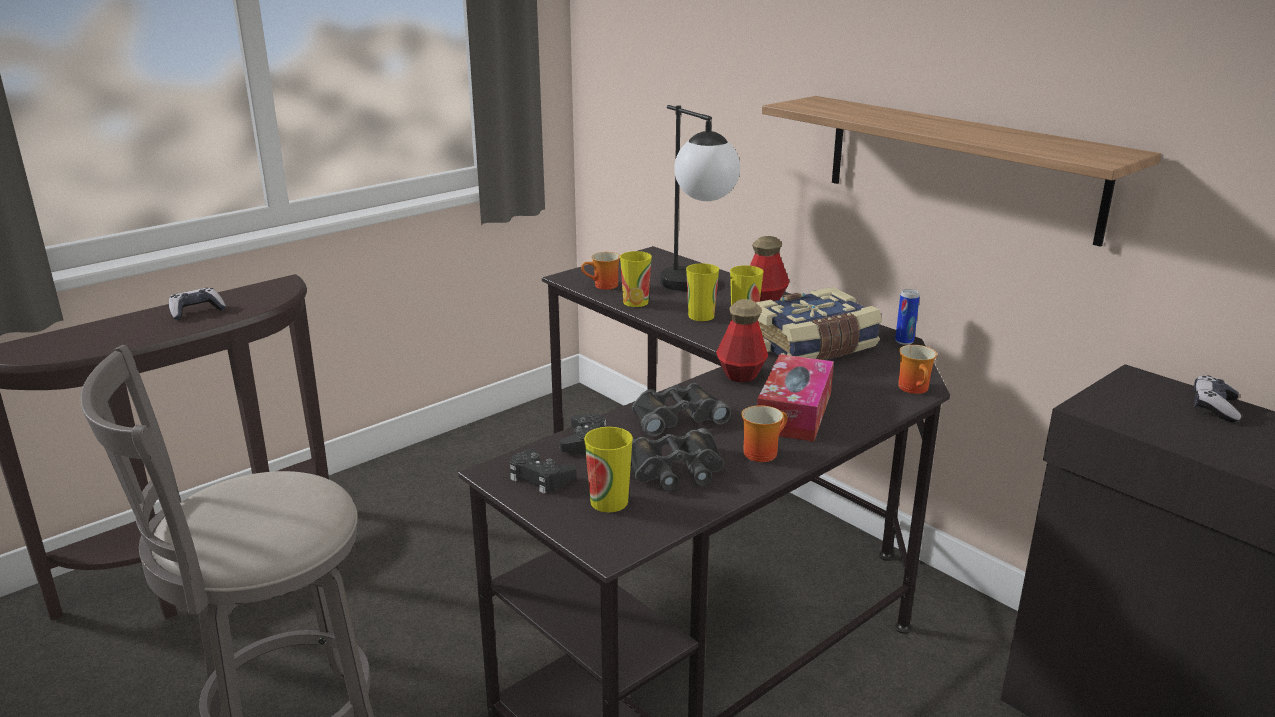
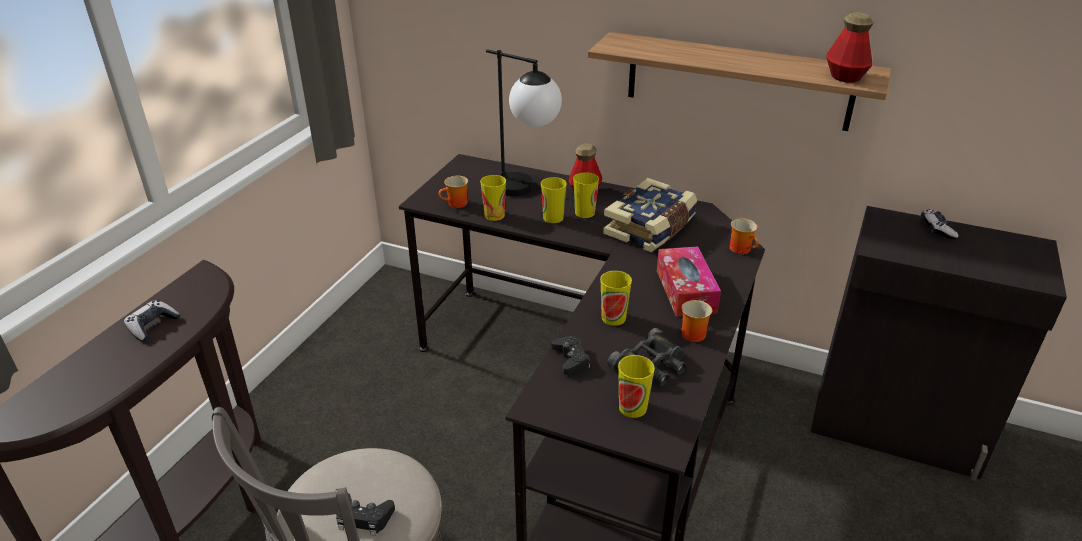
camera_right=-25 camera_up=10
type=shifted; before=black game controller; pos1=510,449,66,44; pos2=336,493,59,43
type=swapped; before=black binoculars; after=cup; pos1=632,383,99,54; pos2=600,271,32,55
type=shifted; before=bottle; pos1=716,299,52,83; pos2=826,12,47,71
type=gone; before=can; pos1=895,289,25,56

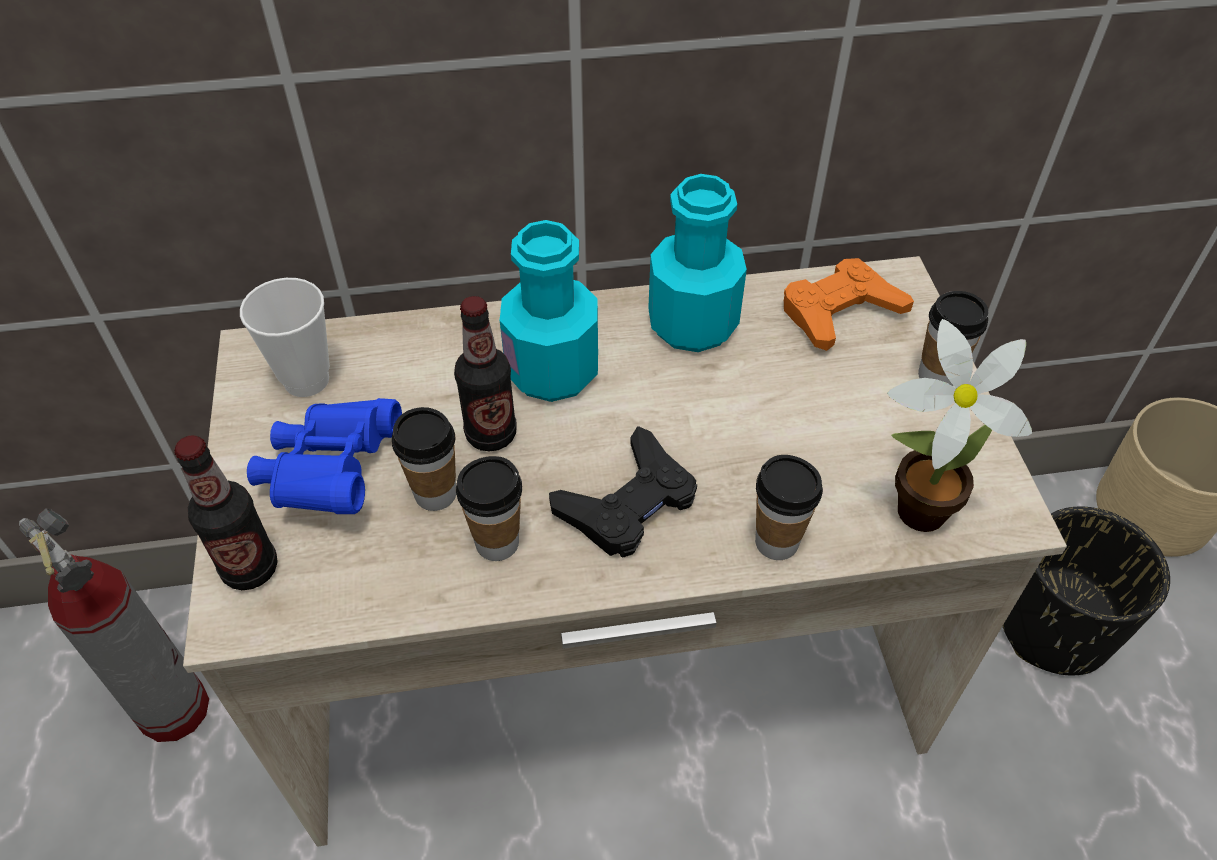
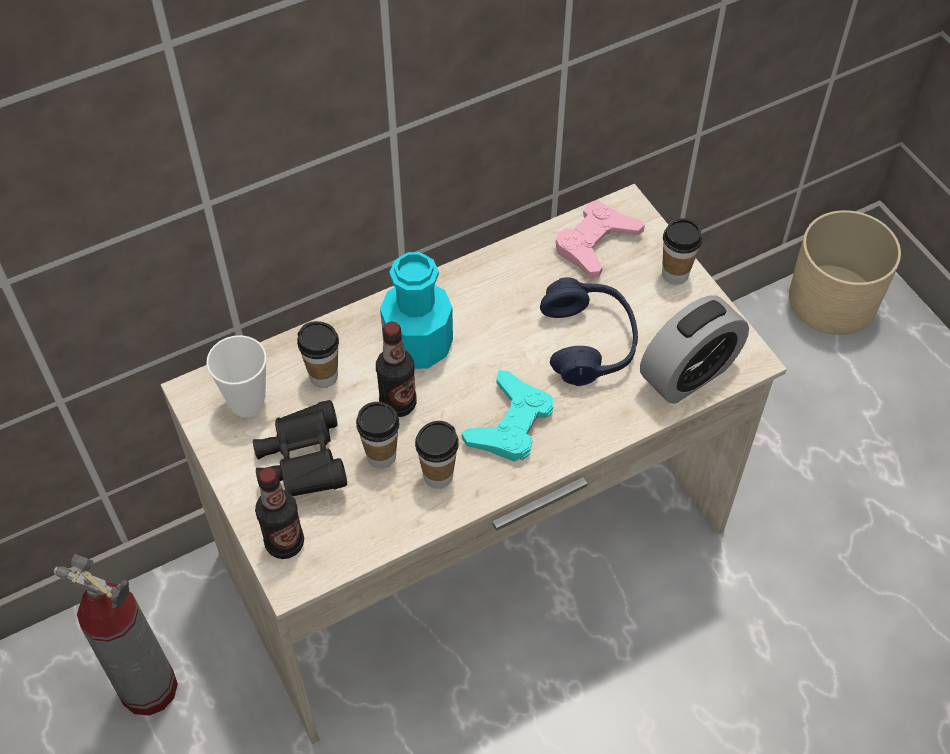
camera_right=-20 camera_up=5
type=repainted; before=blue binoculars; after=black binoculars; pos1=247,398,155,116; pos2=253,400,94,96
type=repainted; before=black game controller; after=turquoise game controller; pos1=549,426,148,132; pos2=462,370,91,92
type=gone; before=turquoise bottle; pos1=648,174,99,178
type=shifted; before=cup; pos1=755,455,68,105; pos2=297,321,42,67
type=repainted; before=orange game controller; after=pink game controller; pos1=784,258,130,93; pos2=555,201,90,76
type=swapped; before=potted plant; after=alarm clock; pos1=887,319,145,213; pos2=640,295,109,109
type=gone; before=black planter; pos1=1003,506,167,169
type=new; after=blue headphones; pos2=540,277,98,109

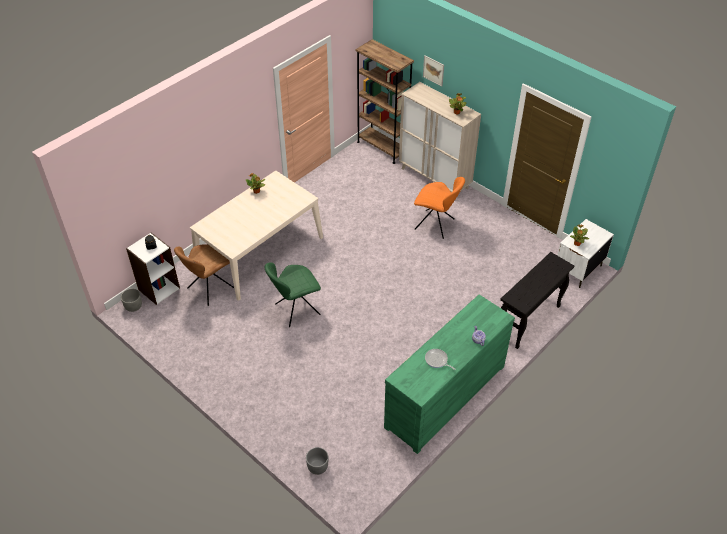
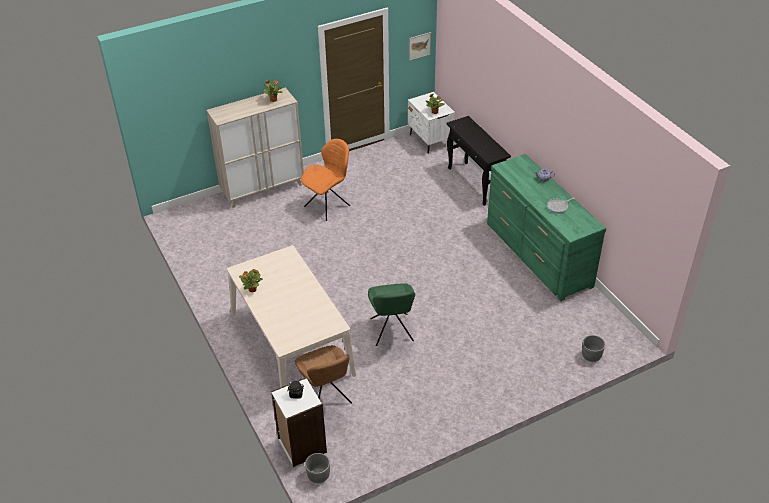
camera_right=-70 camera_up=-5
type=gone; before=brown bookcase; pos1=356,39,58,125
type=shifted; before=picture; pos1=423,56,21,31; pos2=409,32,22,29

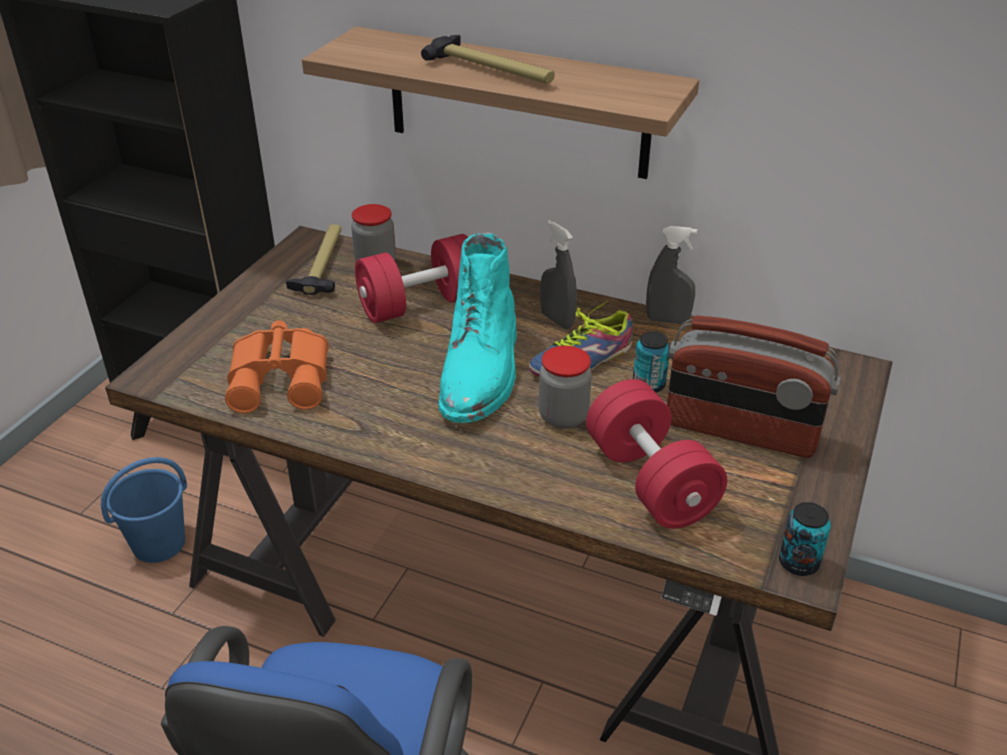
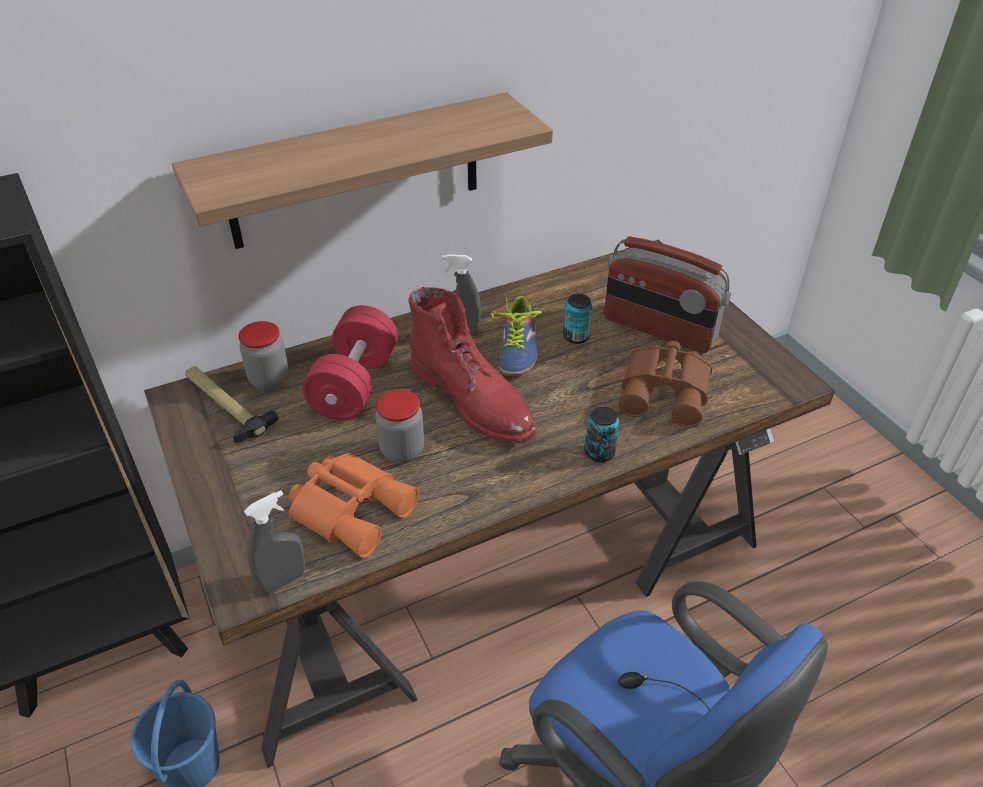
camera_right=-50 camera_up=5
type=gone; before=hammer; pos1=421,35,134,49
type=repainted; before=turquoise boot; after=red boot; pos1=438,232,79,191; pos2=409,287,128,157
type=shifted; before=jar; pos1=539,346,53,83; pos2=375,389,49,74
type=swapped; before=red dumbbell; after=brown binoculars; pos1=586,379,141,150; pos2=619,341,93,87
type=shifted; before=grey spray bottle; pos1=646,226,51,98; pos2=244,490,61,104
type=rotated; before=radio; pos1=667,315,174,143; pos2=604,236,127,117; turn=60
type=shifted; before=can; pos1=779,502,52,74; pos2=584,406,35,56

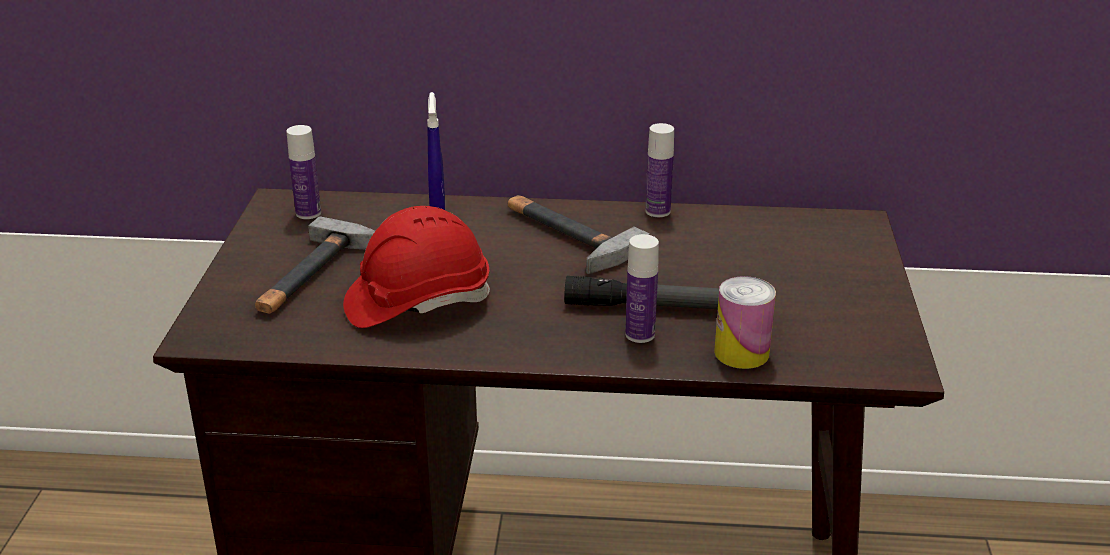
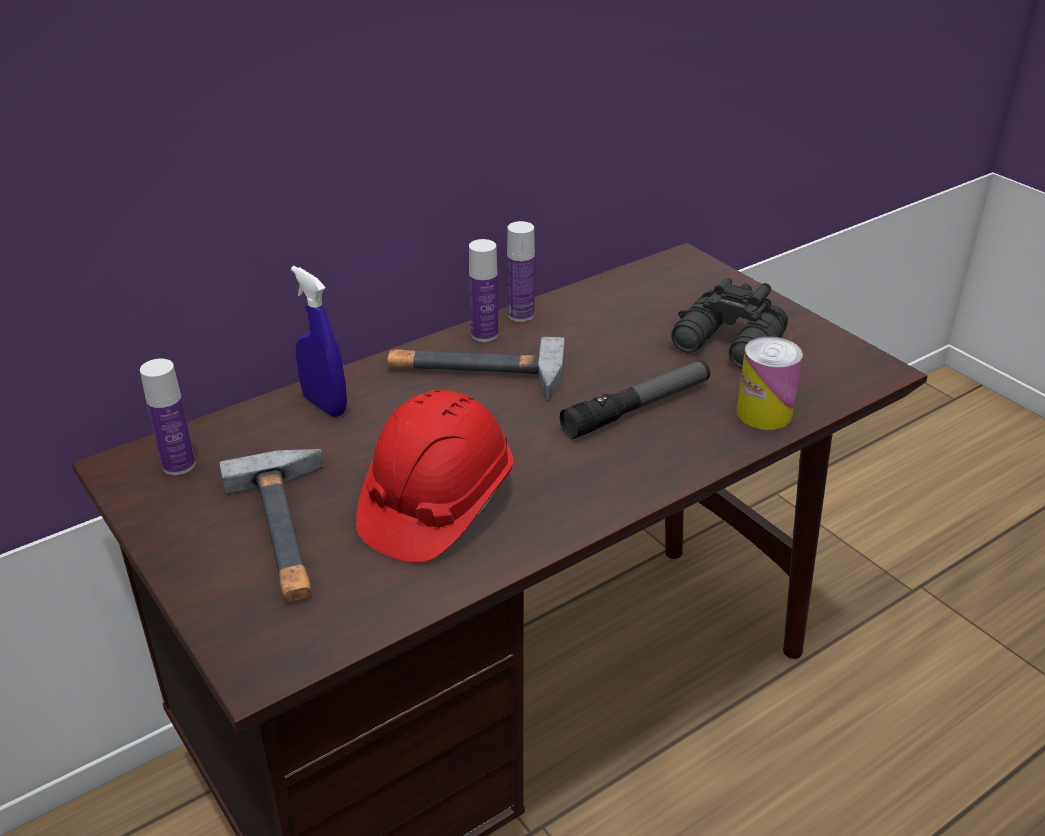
camera_right=-40 camera_up=5
type=shifted; before=bottle; pos1=625,234,34,109; pos2=469,239,29,103
type=new; after=black binoculars; pos2=671,278,117,91

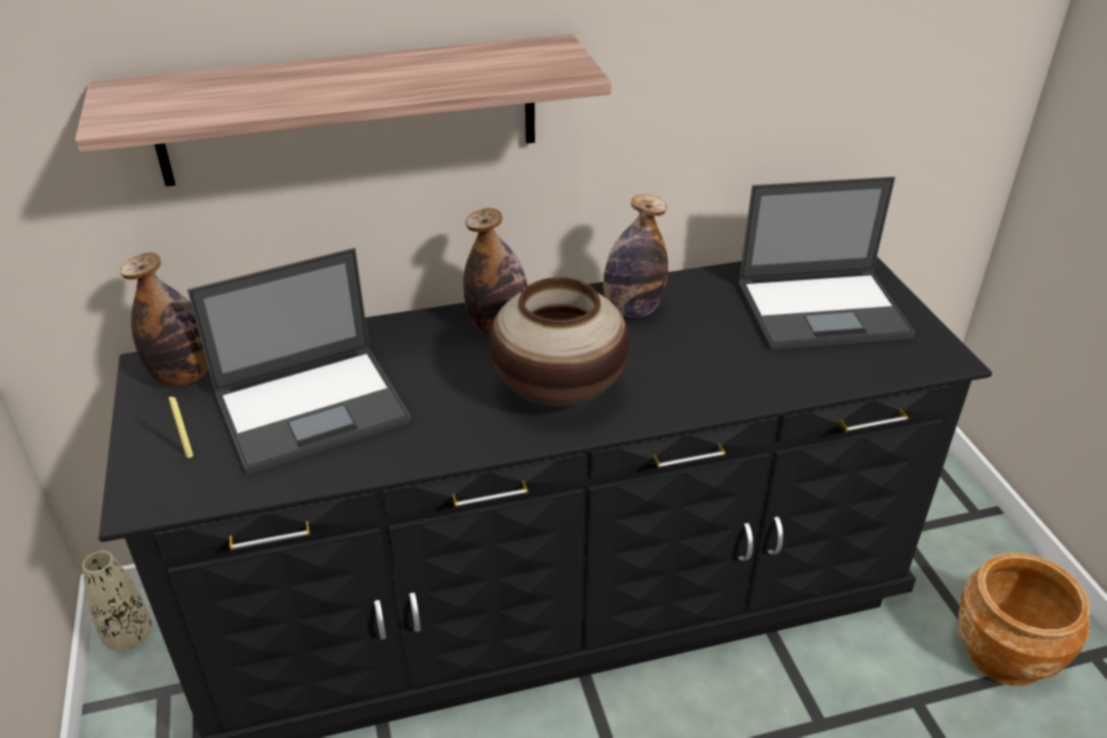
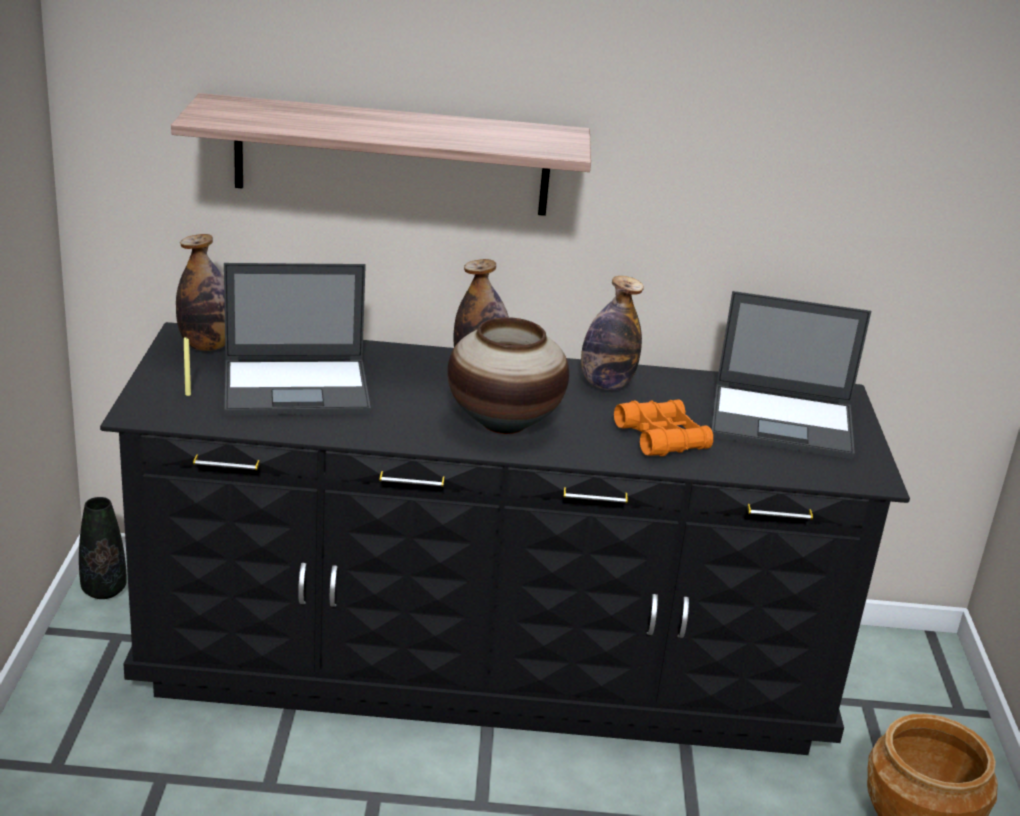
camera_right=15 camera_up=-10
type=repainted; before=beige vase; after=black vase; pos1=82,551,69,100; pos2=79,497,48,102
type=new; after=orange binoculars; pos2=614,399,99,57

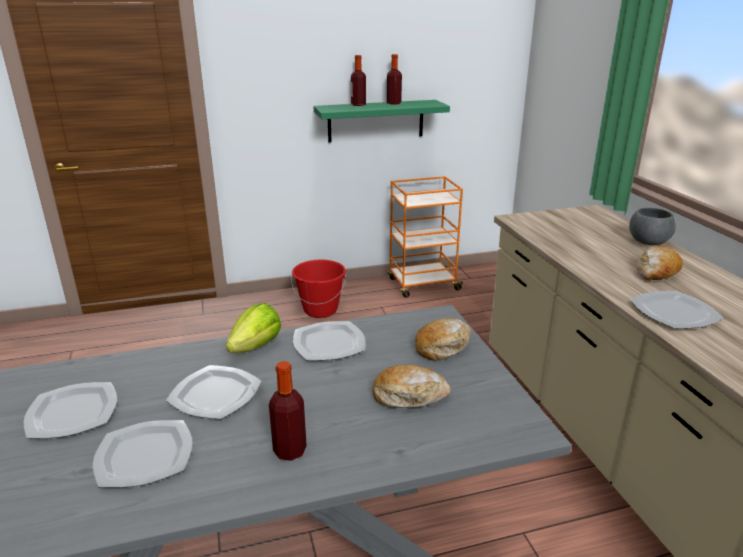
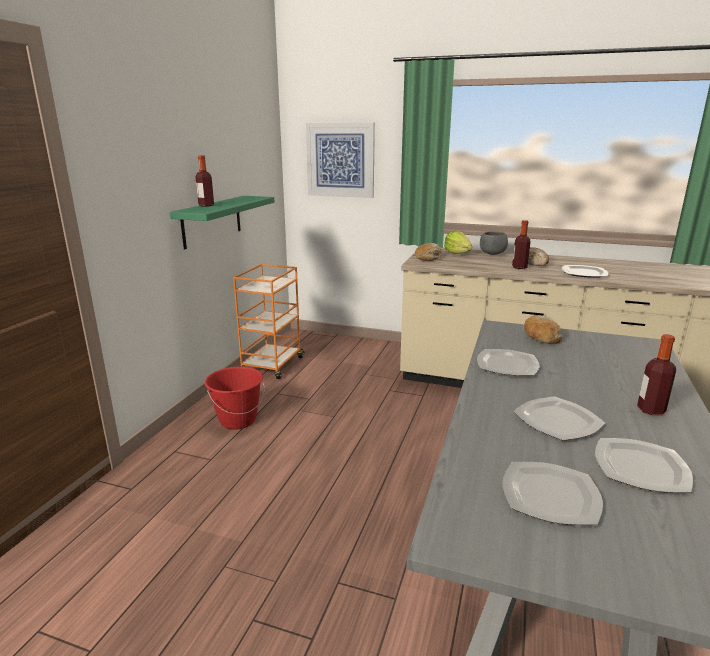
camera_right=-55 camera_up=-5
type=shifted; before=lettuce; pos1=226,303,55,50; pos2=444,230,28,24
type=shifted; before=bread; pos1=373,365,78,43; pos2=415,243,27,18
type=shifted; before=bottle; pos1=387,54,15,51; pos2=512,220,19,49
type=new; after=picture; pos2=306,123,69,75

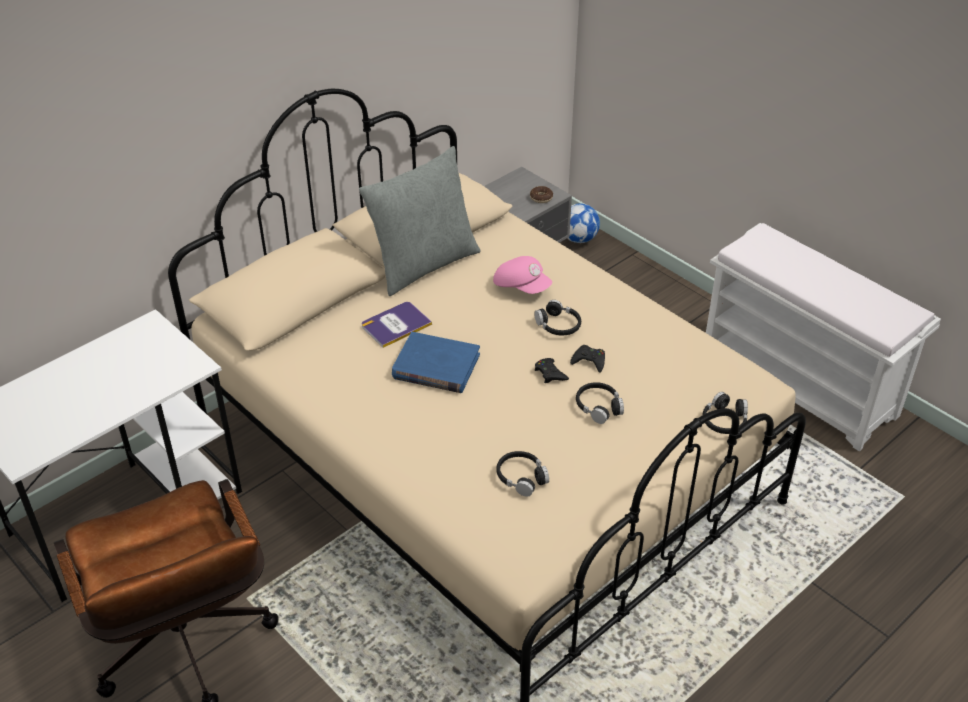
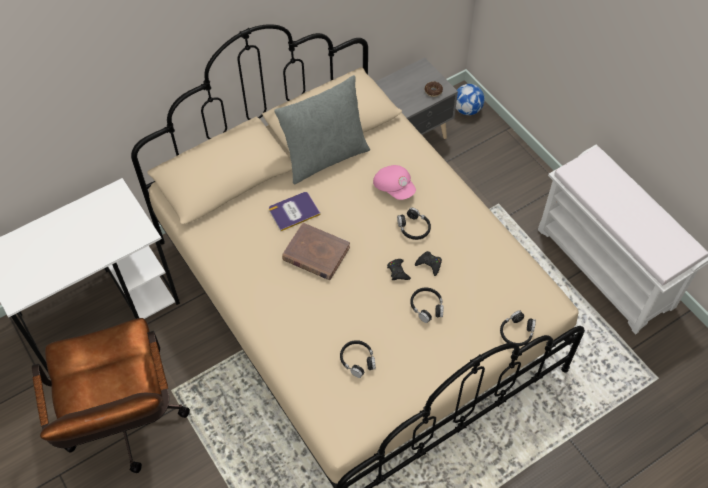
camera_right=10 camera_up=15
type=repainted; before=blue book; after=brown book; pos1=392,332,88,61; pos2=282,223,68,57

